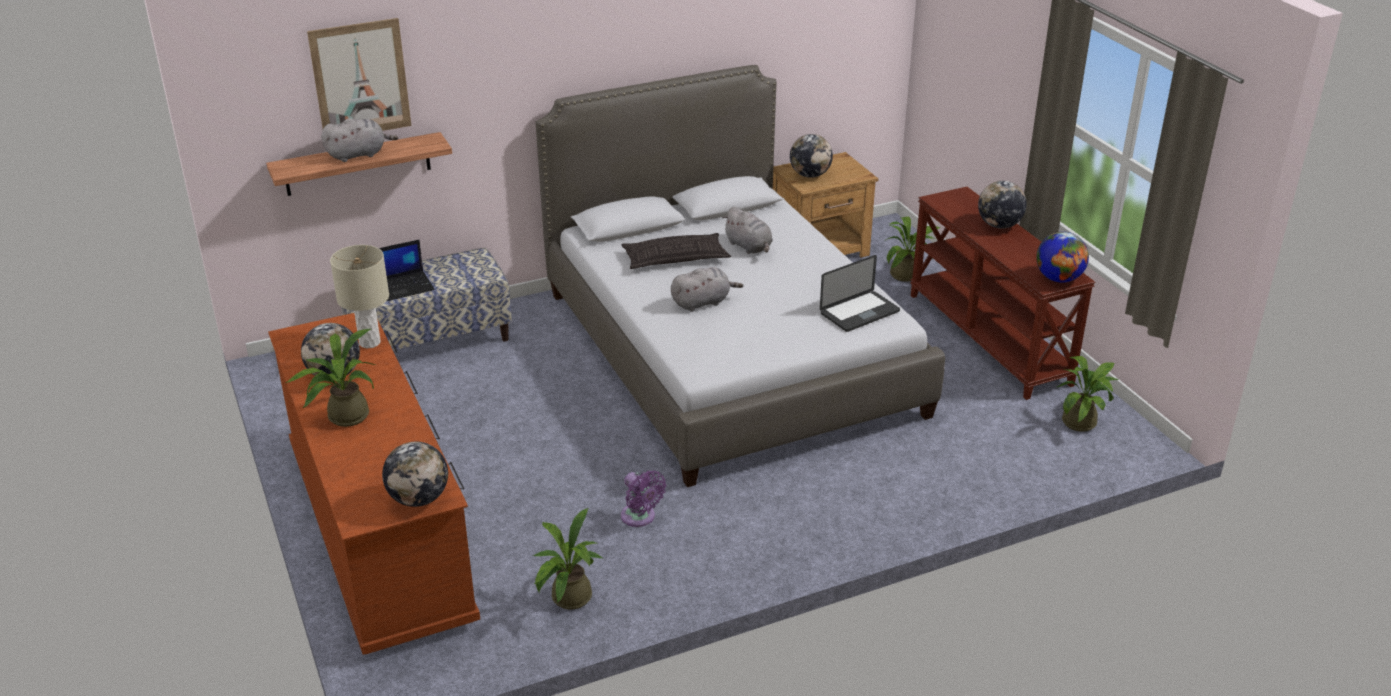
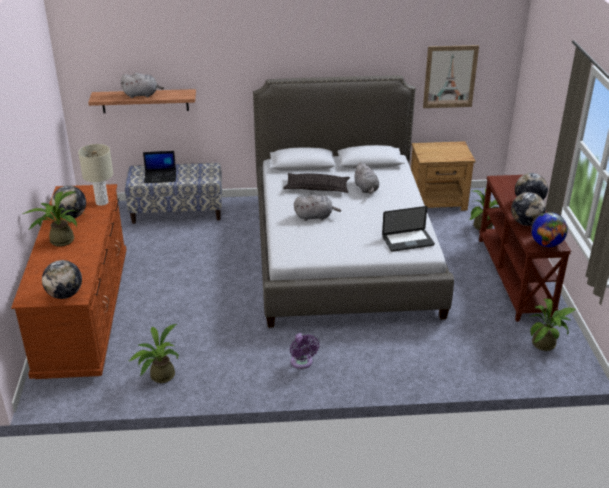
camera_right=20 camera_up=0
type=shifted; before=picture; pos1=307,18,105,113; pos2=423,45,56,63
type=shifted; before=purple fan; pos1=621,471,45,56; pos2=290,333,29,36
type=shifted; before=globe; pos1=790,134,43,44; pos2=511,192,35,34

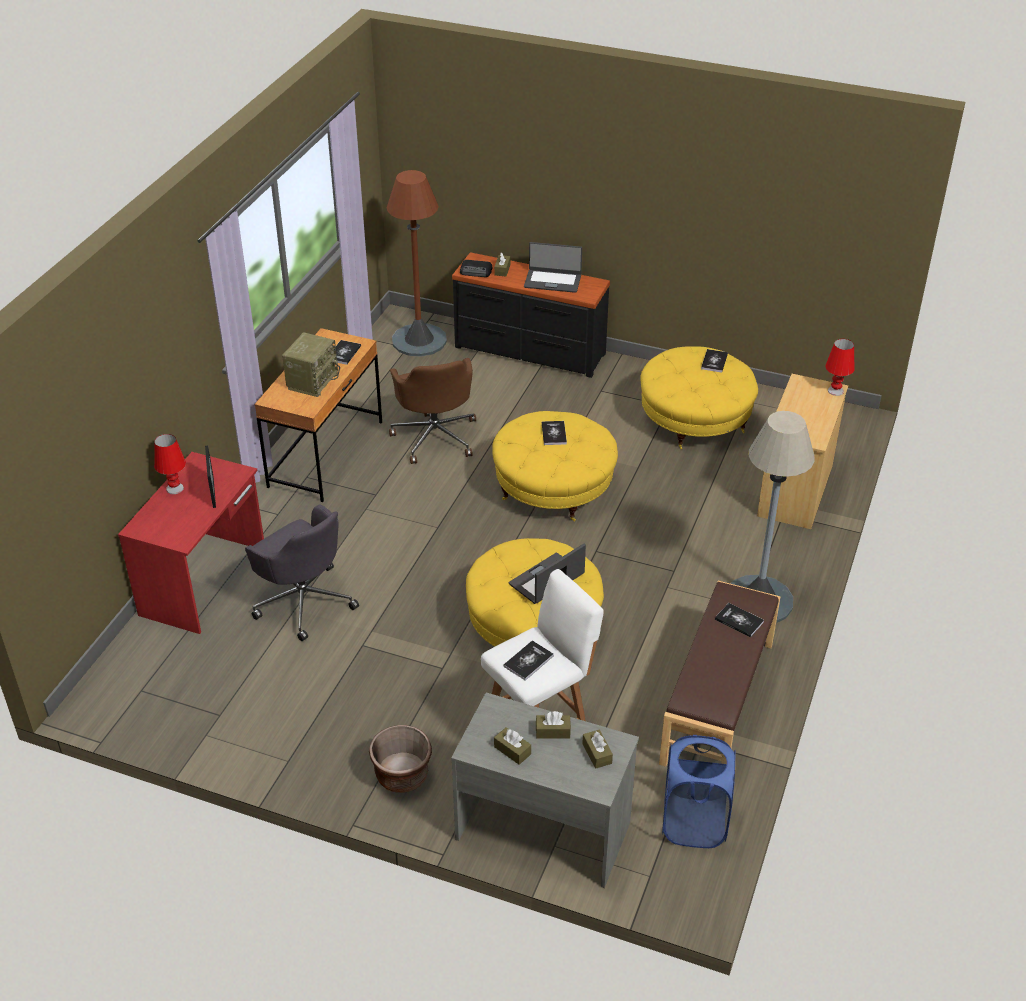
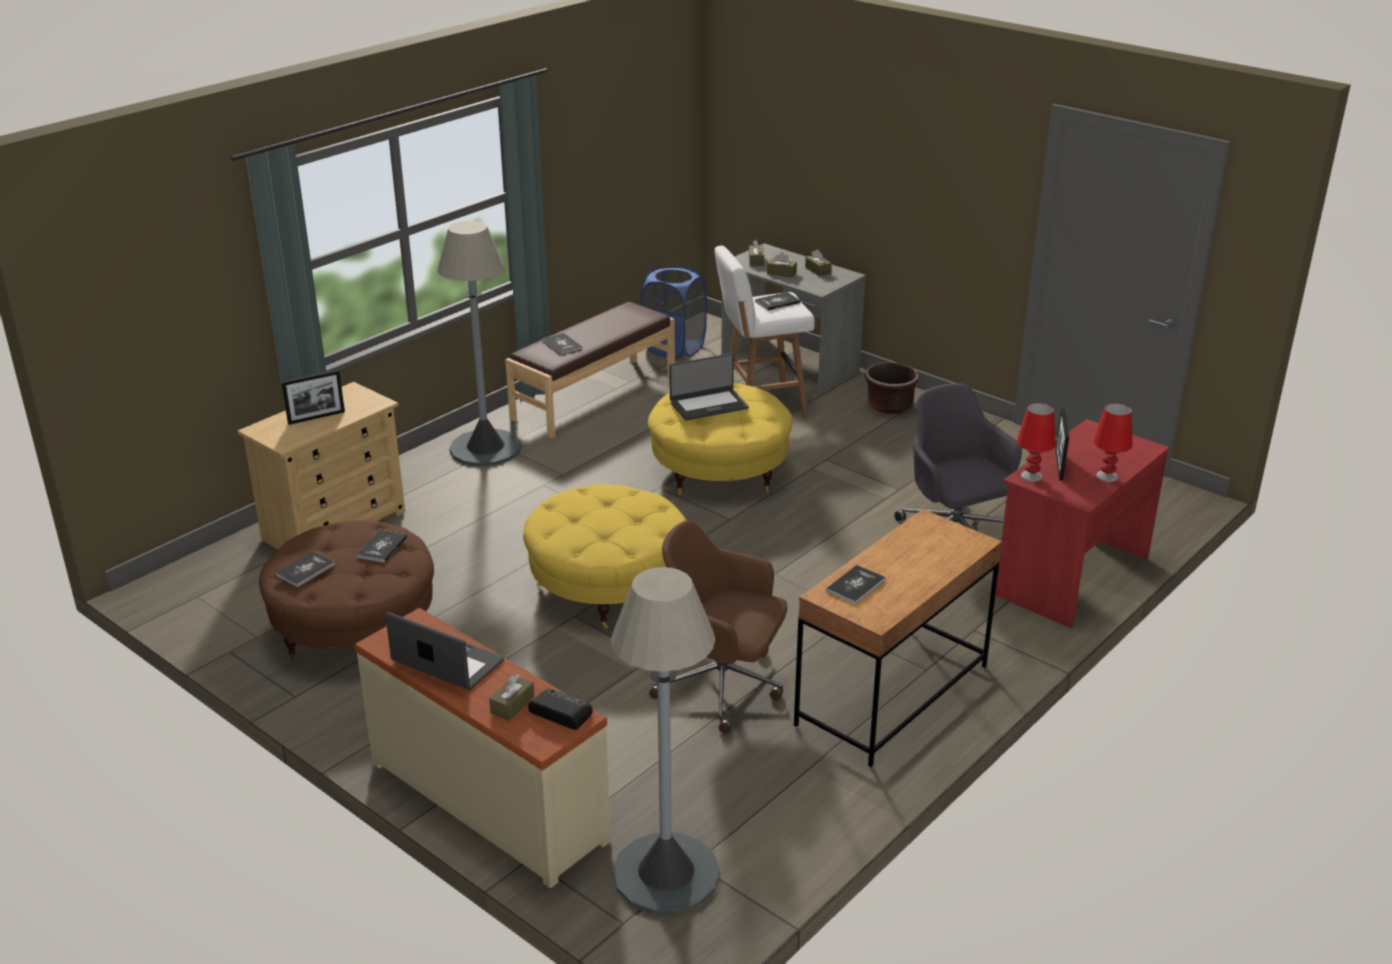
camera_right=-160 camera_up=-10
type=gone; before=radio; pos1=282,332,58,65
type=repainted; before=brown floor lamp; after=grey floor lamp; pos1=387,170,60,187; pos2=611,567,109,347
type=rotated; before=brown office chair; pos1=389,358,87,106; pos2=649,520,138,214; turn=-75
type=repainted; before=black dresser; after=beige dresser; pos1=452,252,158,126; pos2=355,608,256,280
type=shifted; before=book; pos1=542,421,25,24; pos2=356,530,51,33
type=repainted; before=yellow ottoman; after=brown ottoman; pos1=640,346,118,103; pos2=259,520,175,142
type=shifted; before=red table lamp; pos1=826,339,28,57; pos2=1017,403,39,79
type=new; after=picture frame; pos2=281,370,64,55

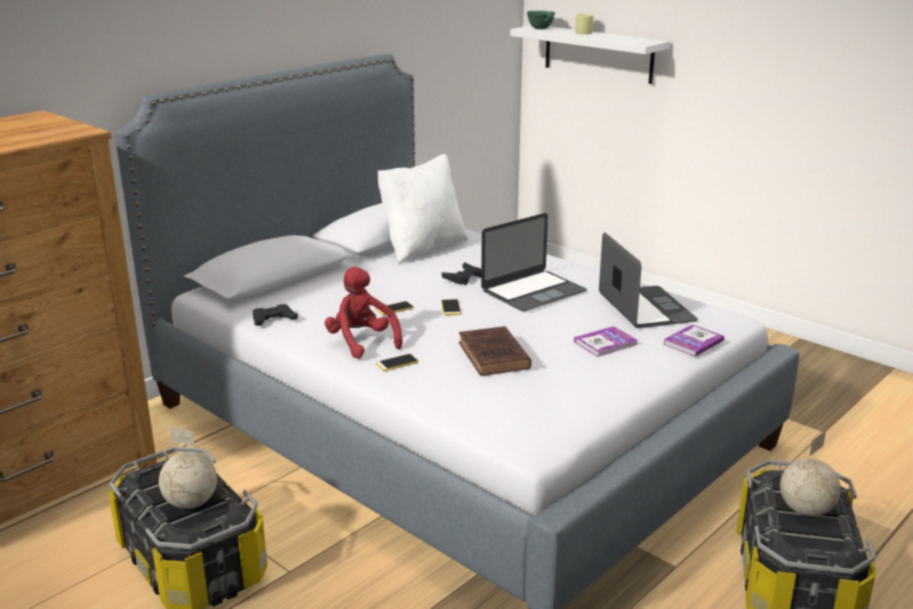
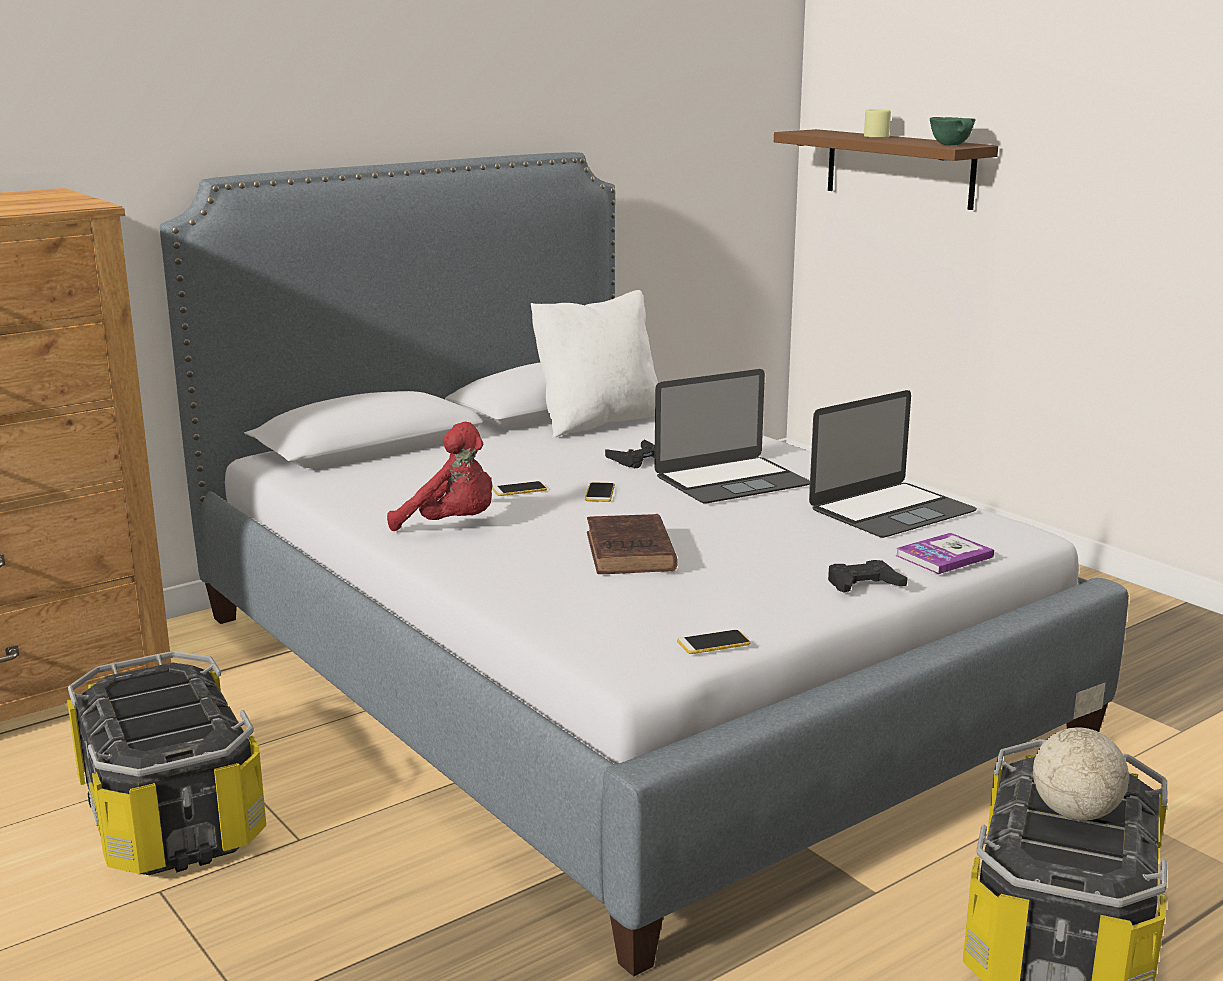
camera_right=10 camera_up=-5
type=gone; before=globe; pos1=159,426,58,83
type=shifted; before=black game controller; pos1=253,304,45,22; pos2=828,560,80,32
type=rotated; before=red plush toy; pos1=325,267,78,92; pos2=387,422,105,109; turn=135
type=shifted; before=phone; pos1=376,354,43,17; pos2=677,630,73,24
type=repainted; before=white shelf; after=brown shelf; pos1=510,25,160,59; pos2=774,129,224,81
type=shifted; before=green bowl; pos1=527,11,28,18; pos2=930,117,46,28
type=gone; before=book; pos1=574,326,63,31
type=rotated; before=laptop; pos1=599,232,99,96; pos2=809,390,168,148; turn=60

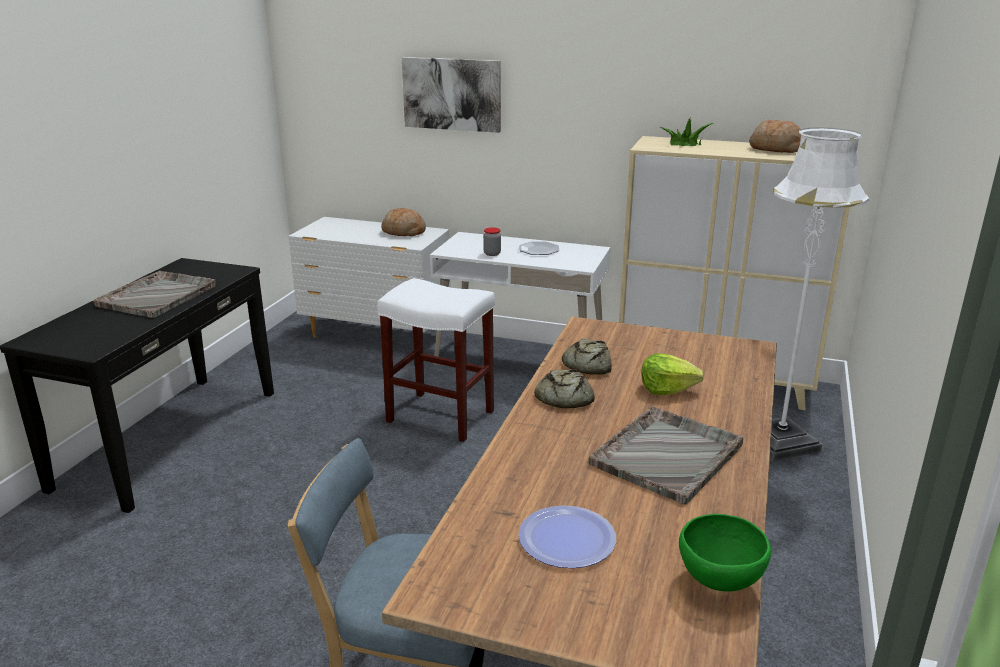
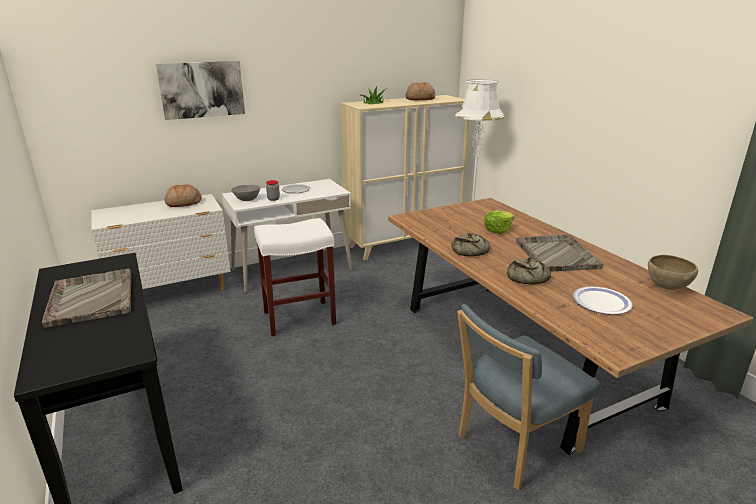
camera_right=-45 camera_up=0
type=shifted; before=bread; pos1=562,339,50,35; pos2=507,257,44,27
type=repainted; before=green bowl; after=brown bowl; pos1=679,514,92,78; pos2=648,255,50,35
type=new; after=grey bowl; pos2=231,185,29,16

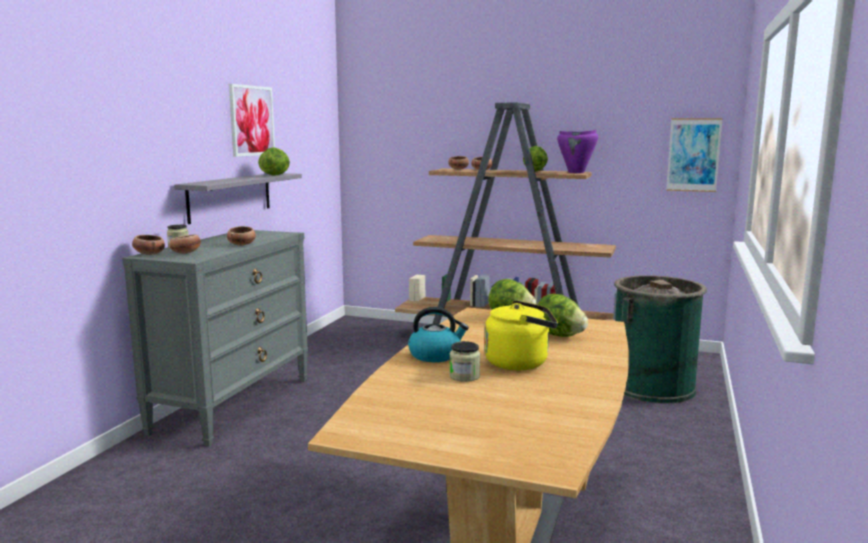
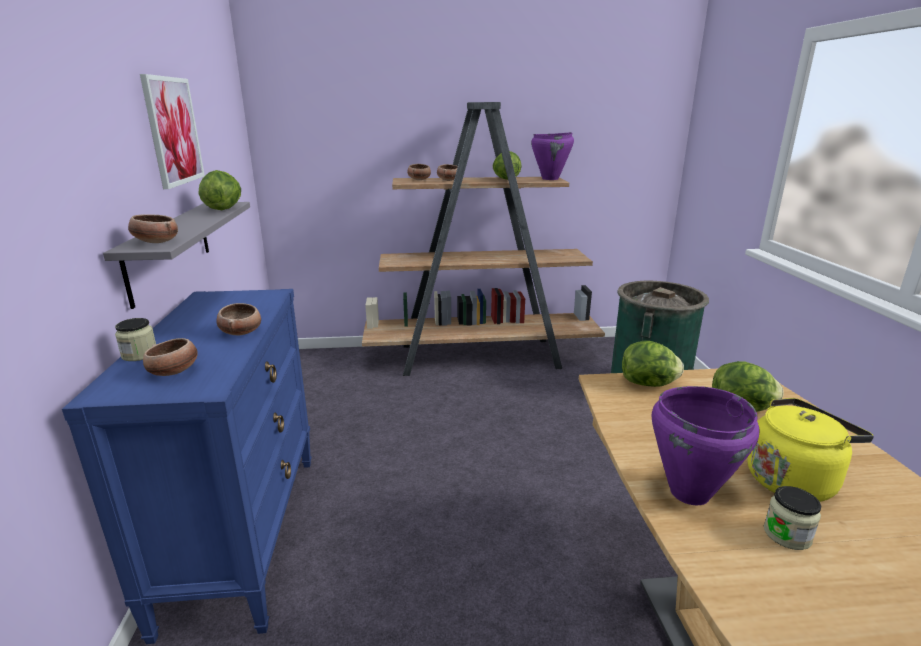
camera_right=-25 camera_up=10
type=repainted; before=grey dresser; after=blue dresser; pos1=122,230,187,217; pos2=62,289,250,355
type=shifted; before=bowl; pos1=132,235,33,20; pos2=128,214,50,29
type=swapped; before=kettle; after=purple cooking pot; pos1=408,307,61,55; pos2=652,386,108,119
type=gone; before=picture; pos1=666,118,57,74

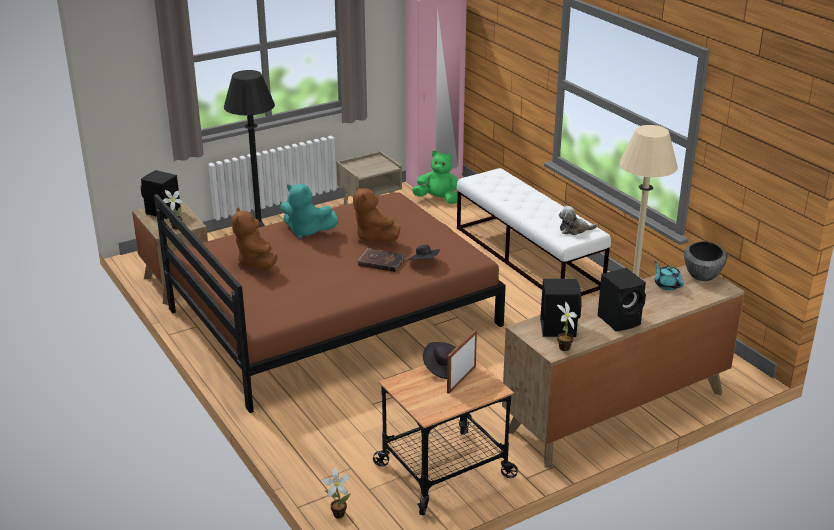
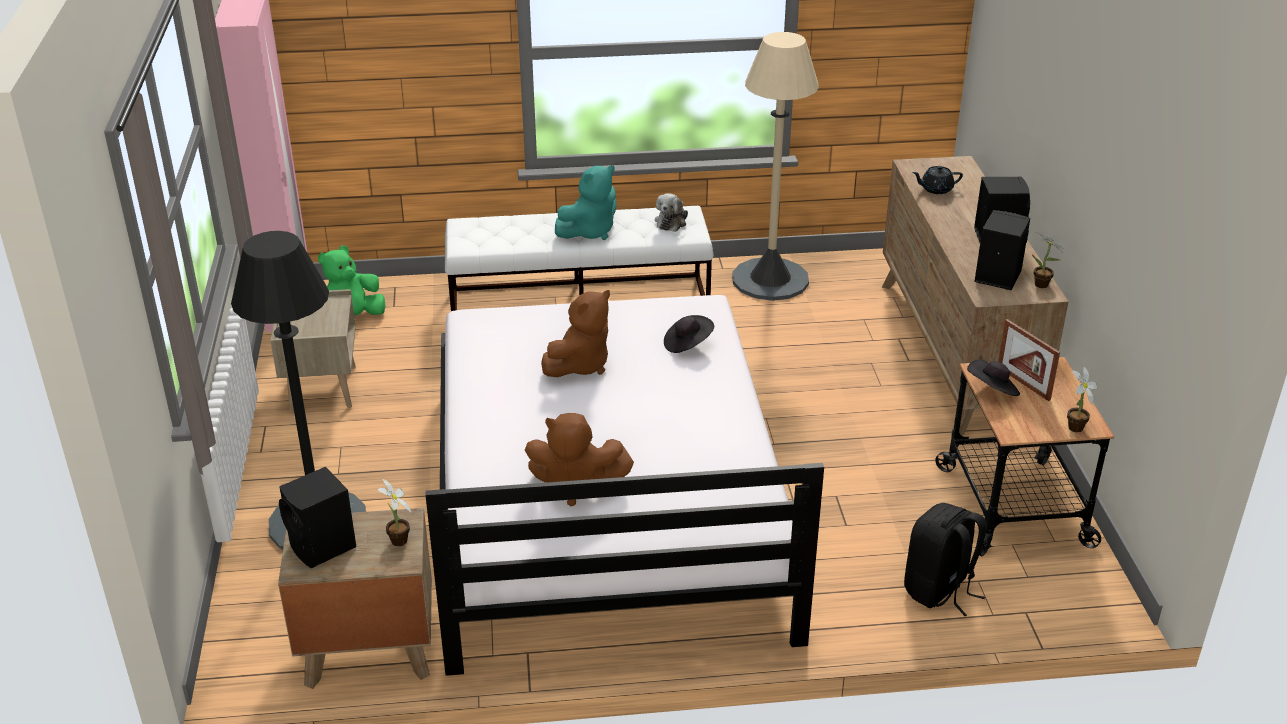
camera_right=-65 camera_up=5
type=repainted; before=brown bed; after=white bed; pos1=154,192,352,221; pos2=425,295,399,381
type=shifted; before=turquoise plush toy; pos1=280,184,58,55; pos2=555,165,62,75
type=shifted; before=potted plant; pos1=322,468,29,51; pos2=1067,366,31,66
type=rotated; before=brown plush toy; pos1=353,186,47,57; pos2=541,290,69,87; turn=-45
type=gone; before=brown book; pos1=358,248,47,24
type=repainted; before=turquoise teapot; after=black teapot; pos1=654,261,30,29; pos2=912,166,51,28
type=gone; before=bowl; pos1=684,241,44,40
type=new; after=black backpack; pos2=904,503,83,113

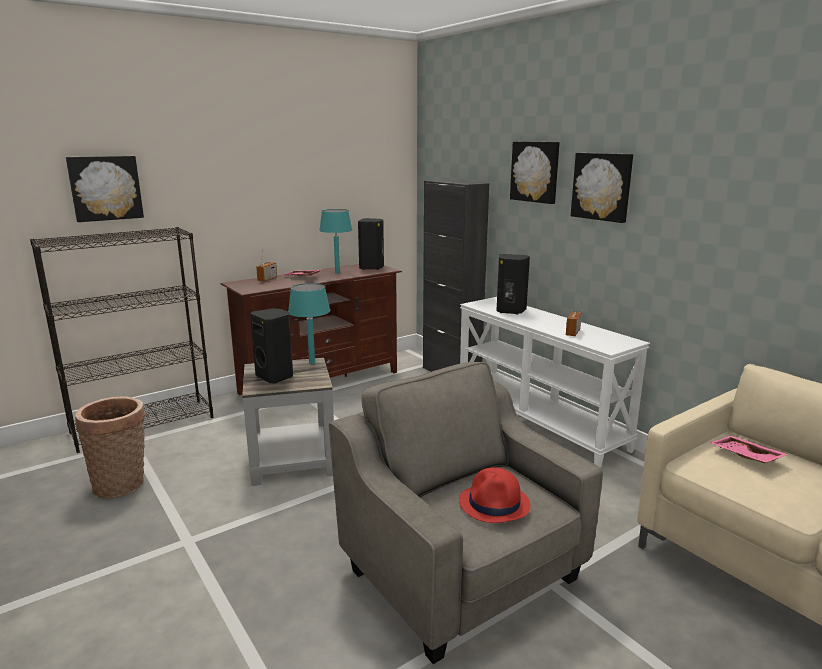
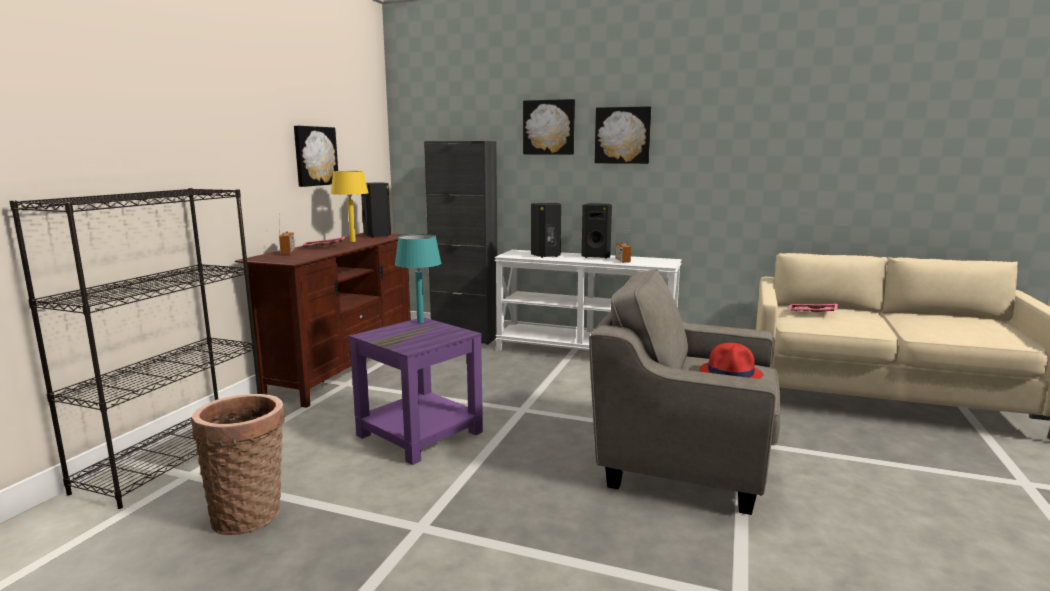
camera_right=-35 camera_up=-5
type=shifted; before=picture; pos1=66,156,78,66; pos2=294,126,44,61
type=repainted; before=grey side table; after=purple side table; pos1=242,358,92,128; pos2=349,318,134,147
type=shifted; before=black speaker; pos1=250,308,43,75; pos2=582,203,30,56
type=repainted; before=turquoise table lamp; after=yellow table lamp; pos1=319,209,33,65; pos2=331,171,38,71

